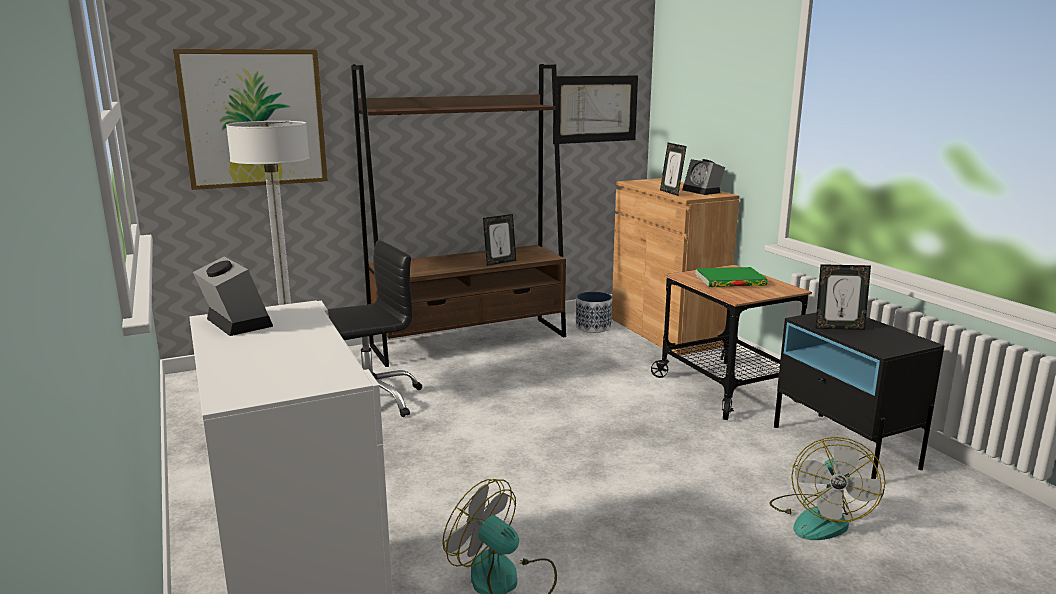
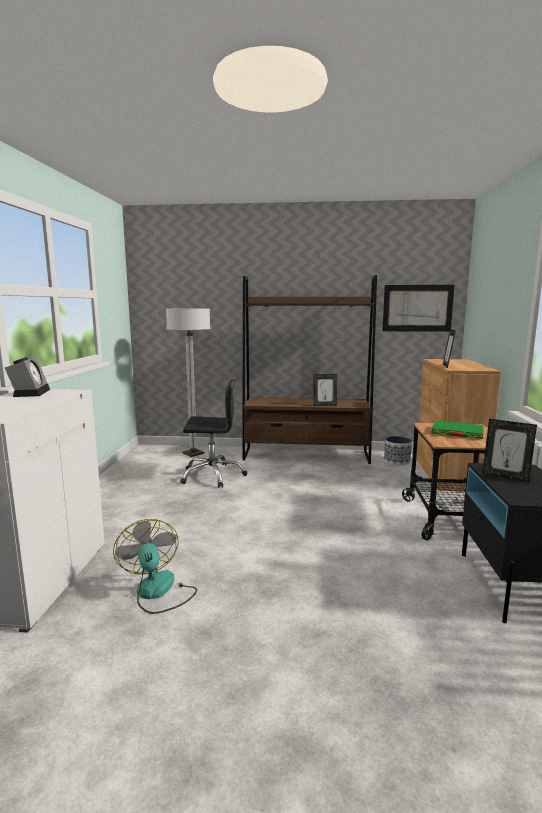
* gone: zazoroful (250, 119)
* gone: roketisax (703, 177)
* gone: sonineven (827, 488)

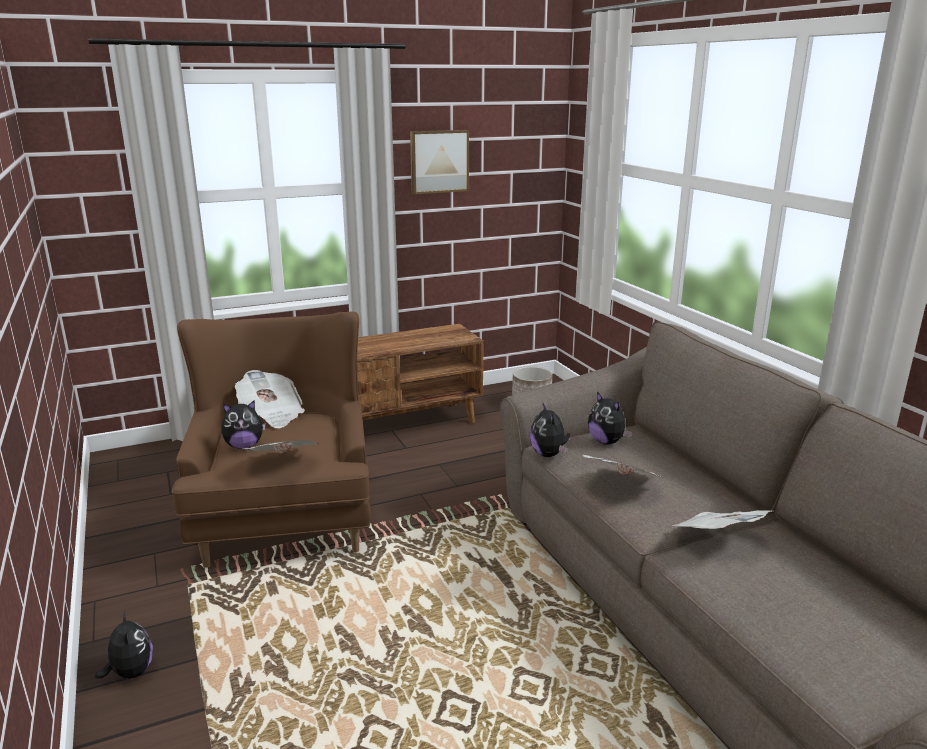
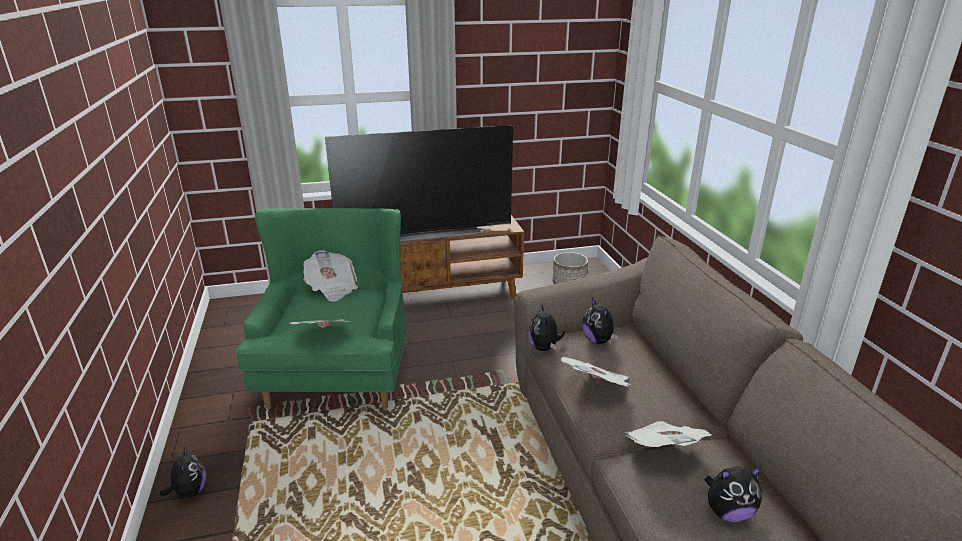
* gone: zazoroful (439, 162)
* repainted: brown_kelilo (271, 439) to green_kelilo (321, 308)
* shifted: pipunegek (243, 425) to (733, 494)
* new: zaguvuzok (419, 183)

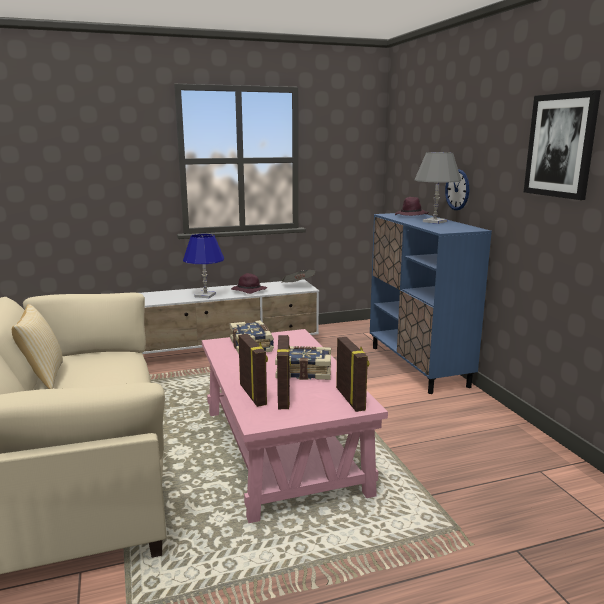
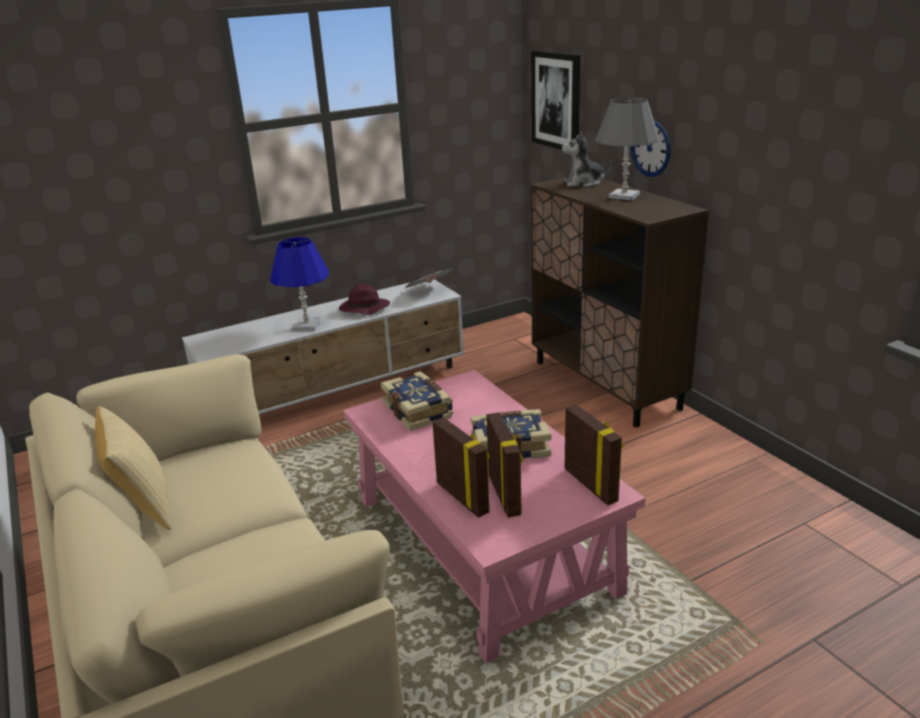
* shifted: zazoroful (562, 145) to (555, 100)
* swapped: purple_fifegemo (412, 206) to pipunegek (587, 159)
* repainted: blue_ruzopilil (431, 303) to brown_ruzopilil (620, 302)

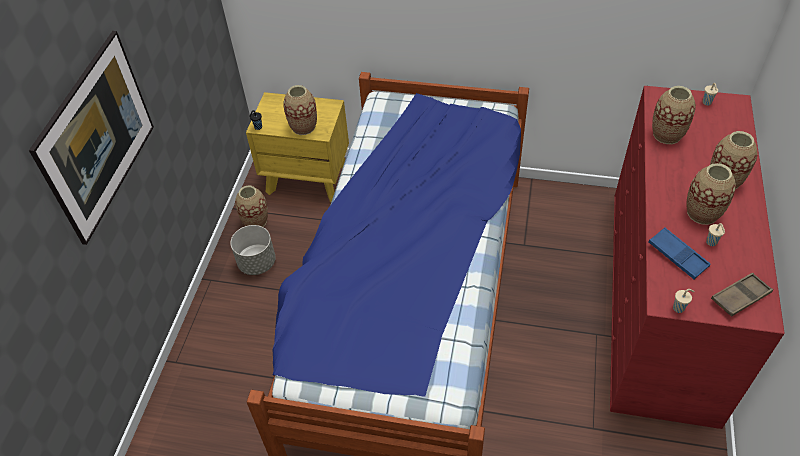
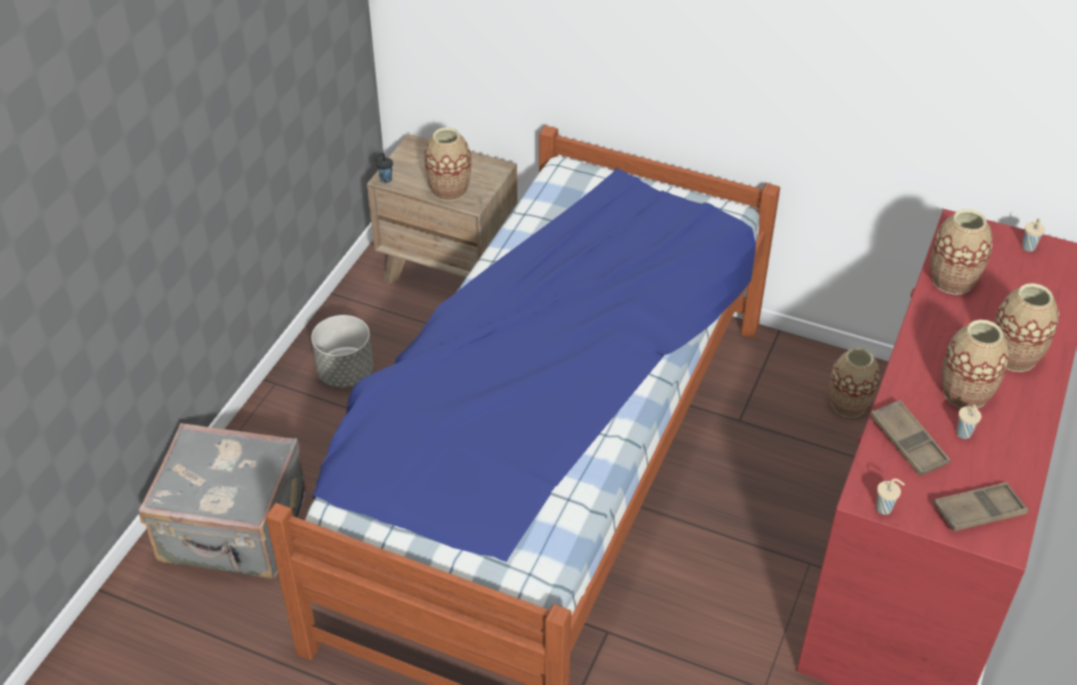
* gone: zazoroful (91, 138)
* repainted: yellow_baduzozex (297, 147) to brown_baduzozex (442, 209)
* shifted: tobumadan (251, 206) to (854, 382)
* repainted: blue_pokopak (680, 253) to brown_pokopak (910, 438)
* new: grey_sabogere (222, 501)

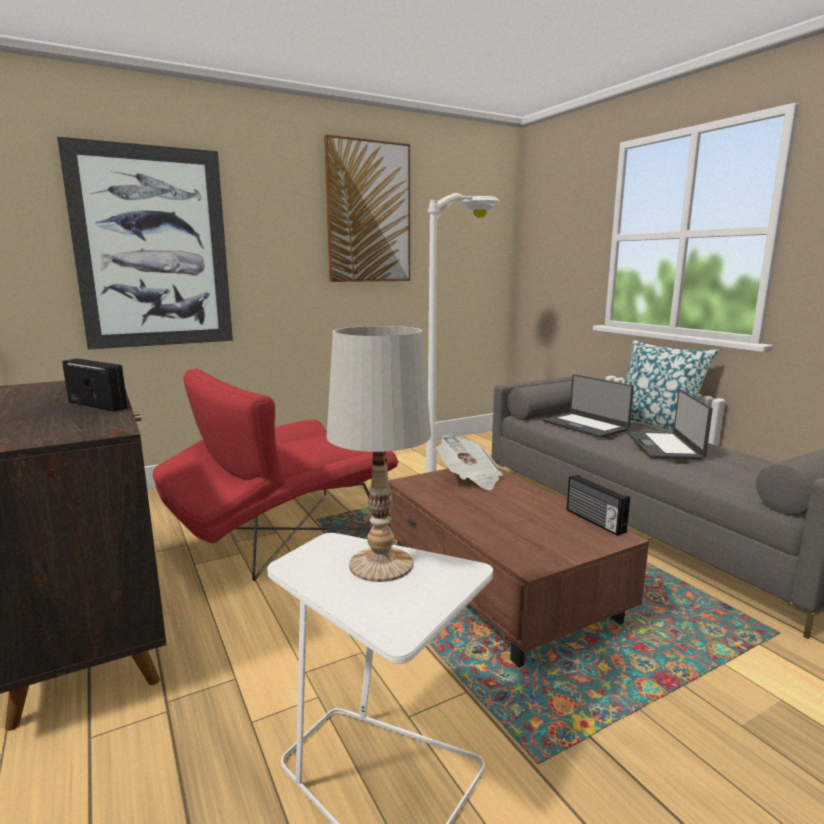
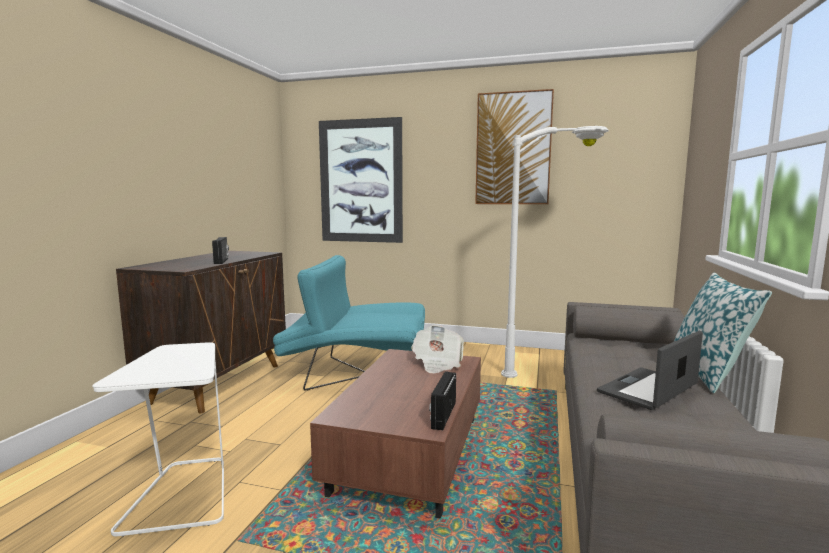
* gone: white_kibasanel (379, 454)
* repainted: red_kelilo (275, 475) to turquoise_kelilo (349, 323)
* gone: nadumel (588, 406)

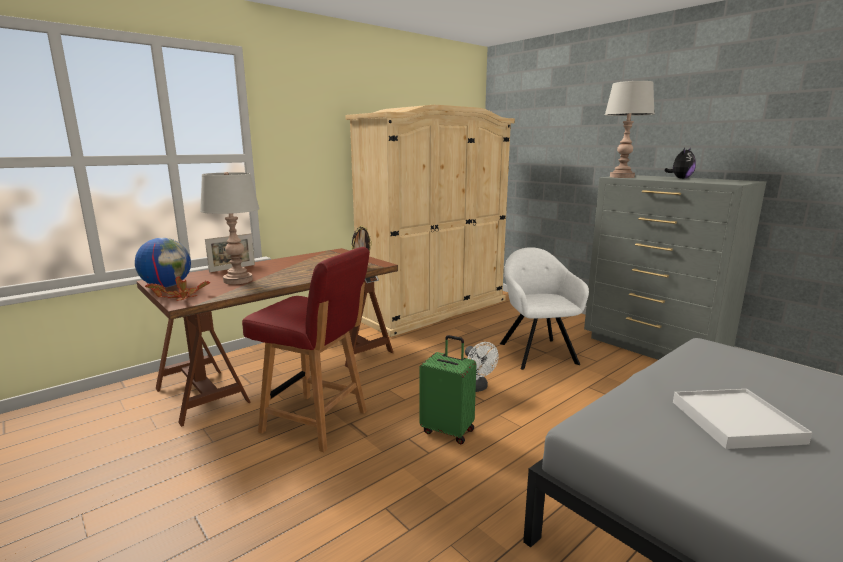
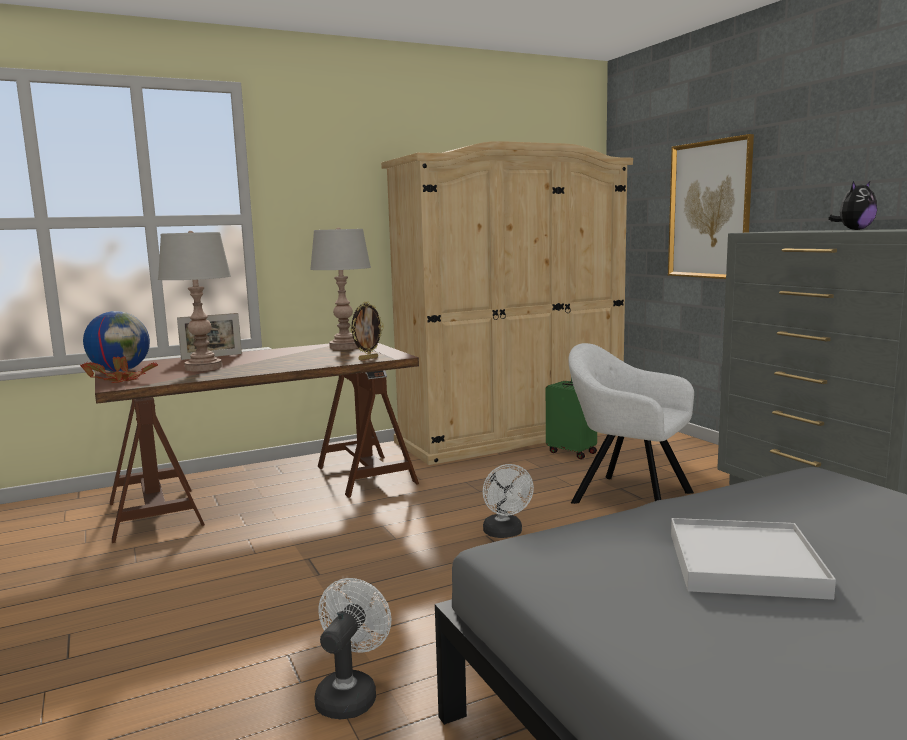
* shifted: grey_kibasanel (630, 129) to (340, 289)
* gone: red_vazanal (306, 349)
* rotated: white_kelilo (544, 308) = (631, 423) 60 degrees counterclockwise
* shifted: green_sabogere (447, 389) to (571, 418)
* new: zazoroful (711, 206)
* new: white_sonineven (352, 648)

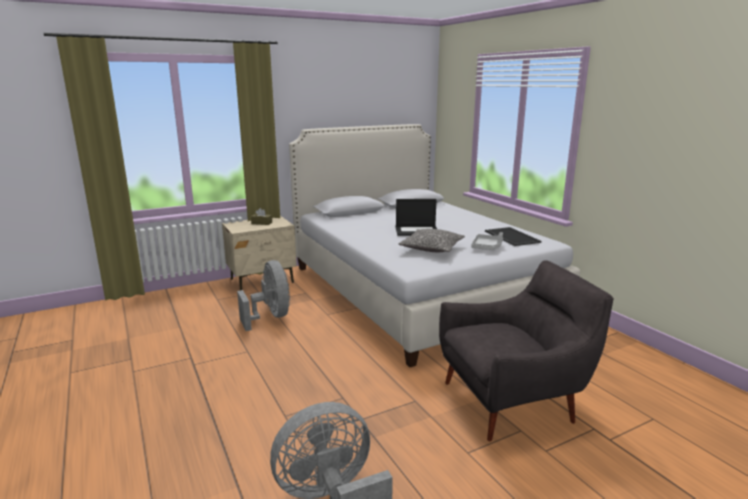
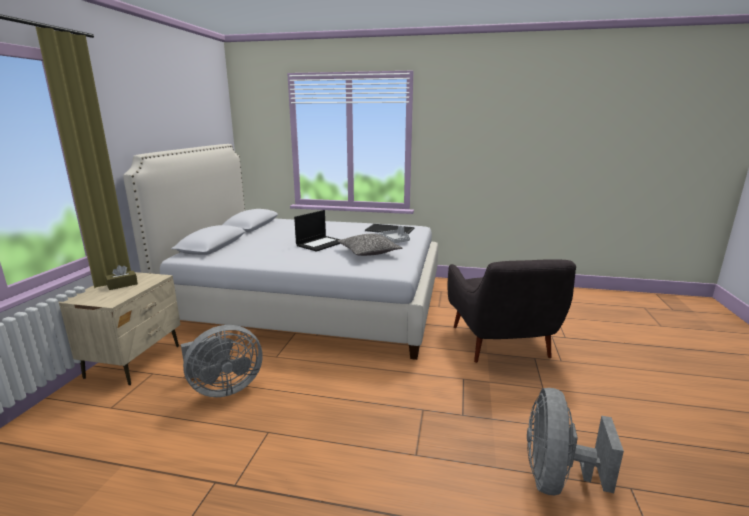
* rotated: grey_sonineven (263, 295) = (221, 361) 135 degrees clockwise
* rotated: grey_kelilo (526, 350) = (512, 311) 150 degrees clockwise

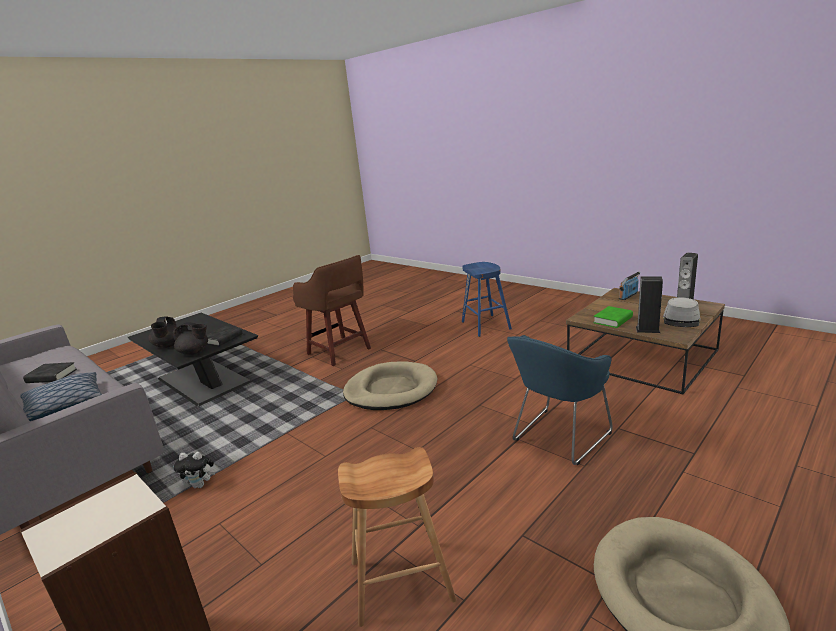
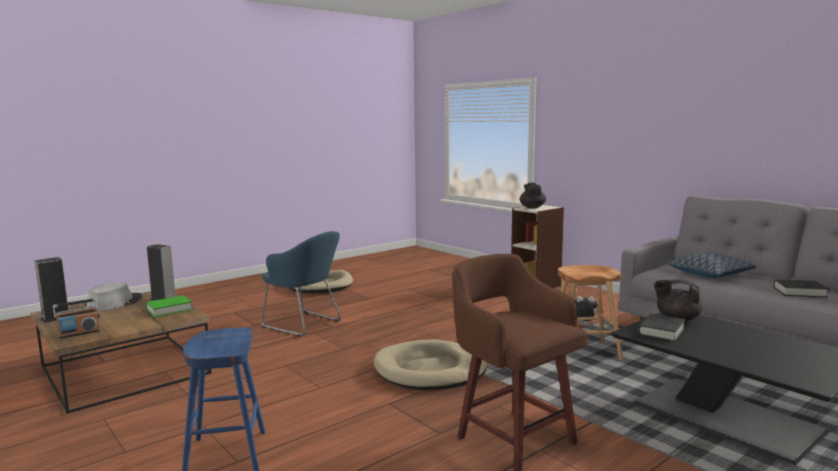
* shifted: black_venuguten (162, 332) to (533, 195)
* rotated: blue_kelilo (560, 400) = (301, 284) 75 degrees clockwise
* shifted: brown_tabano (397, 537) to (590, 312)

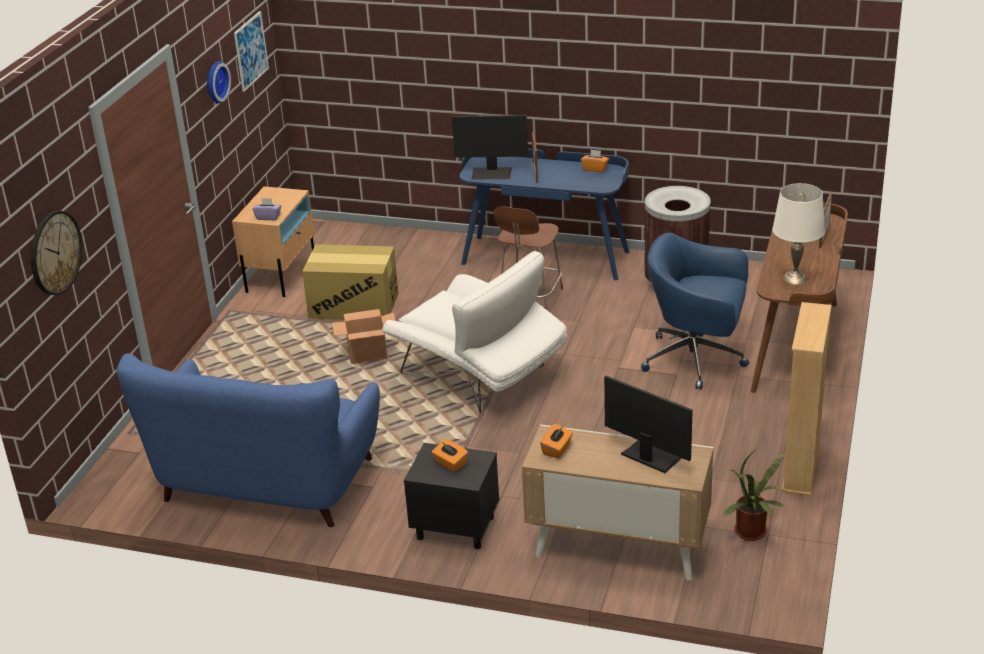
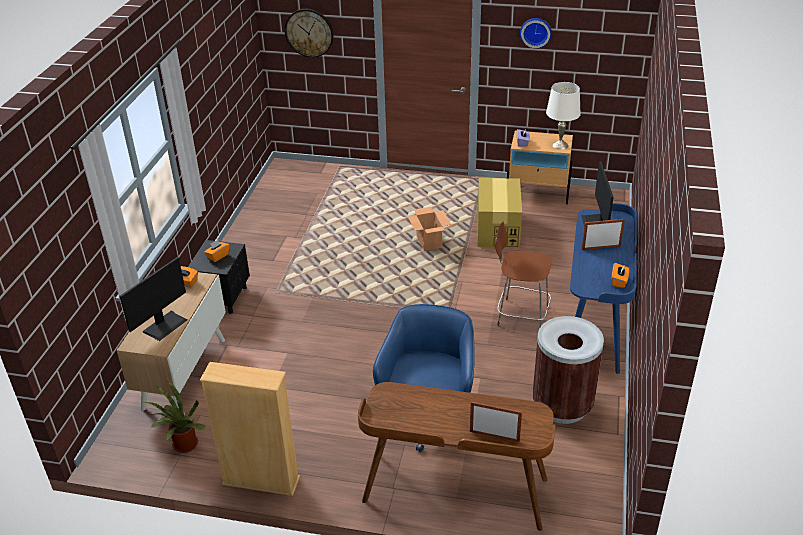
* gone: zazoroful (251, 51)
* shifted: white_kibasanel (798, 234) to (563, 116)
* gone: white_kelilo (474, 332)
* gone: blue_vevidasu (248, 440)

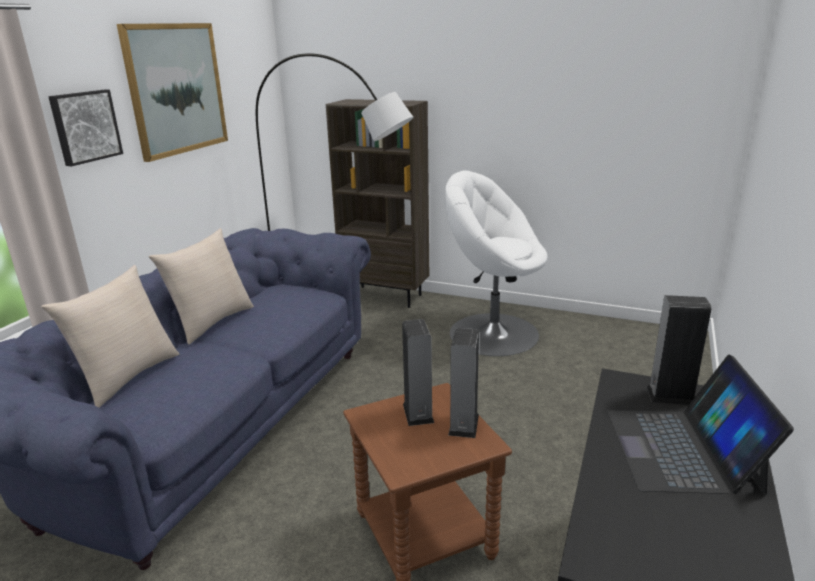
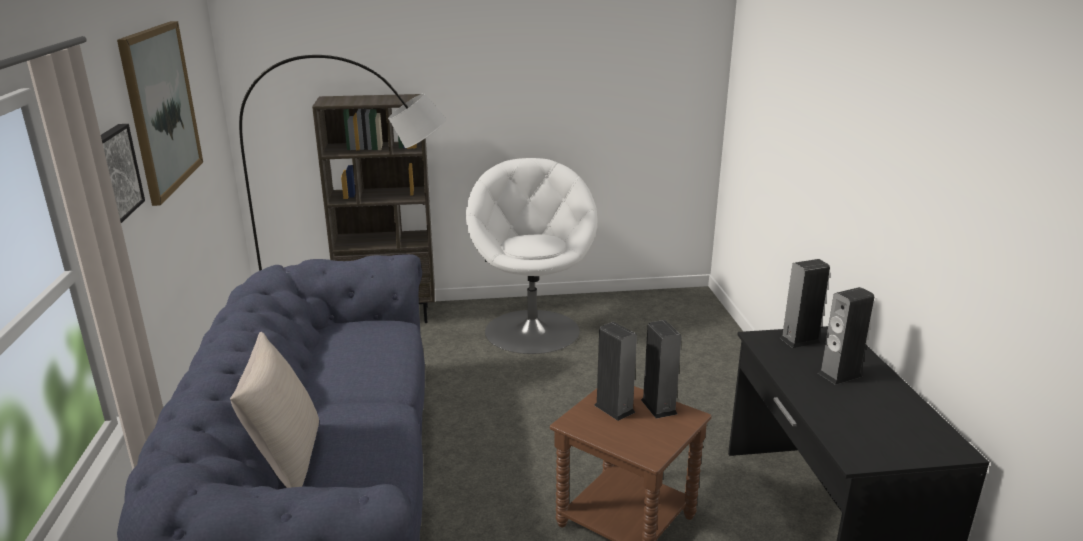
* rotated: white_kelilo (496, 263) = (532, 256) 90 degrees clockwise
* gone: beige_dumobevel (201, 286)
* swapped: nadumel (700, 425) to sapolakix (846, 336)

